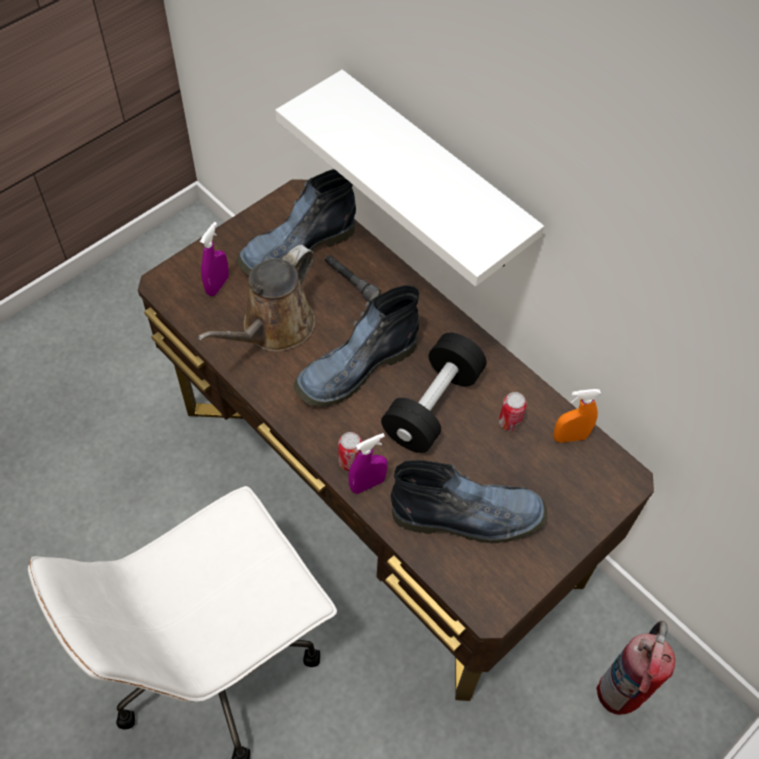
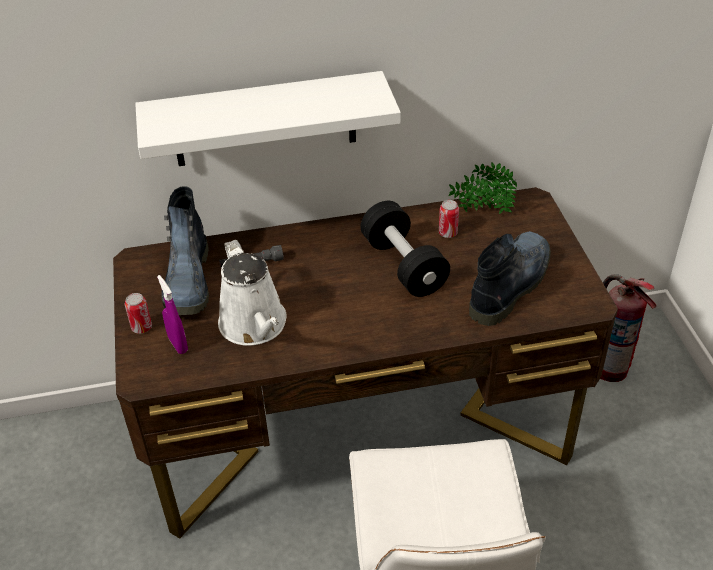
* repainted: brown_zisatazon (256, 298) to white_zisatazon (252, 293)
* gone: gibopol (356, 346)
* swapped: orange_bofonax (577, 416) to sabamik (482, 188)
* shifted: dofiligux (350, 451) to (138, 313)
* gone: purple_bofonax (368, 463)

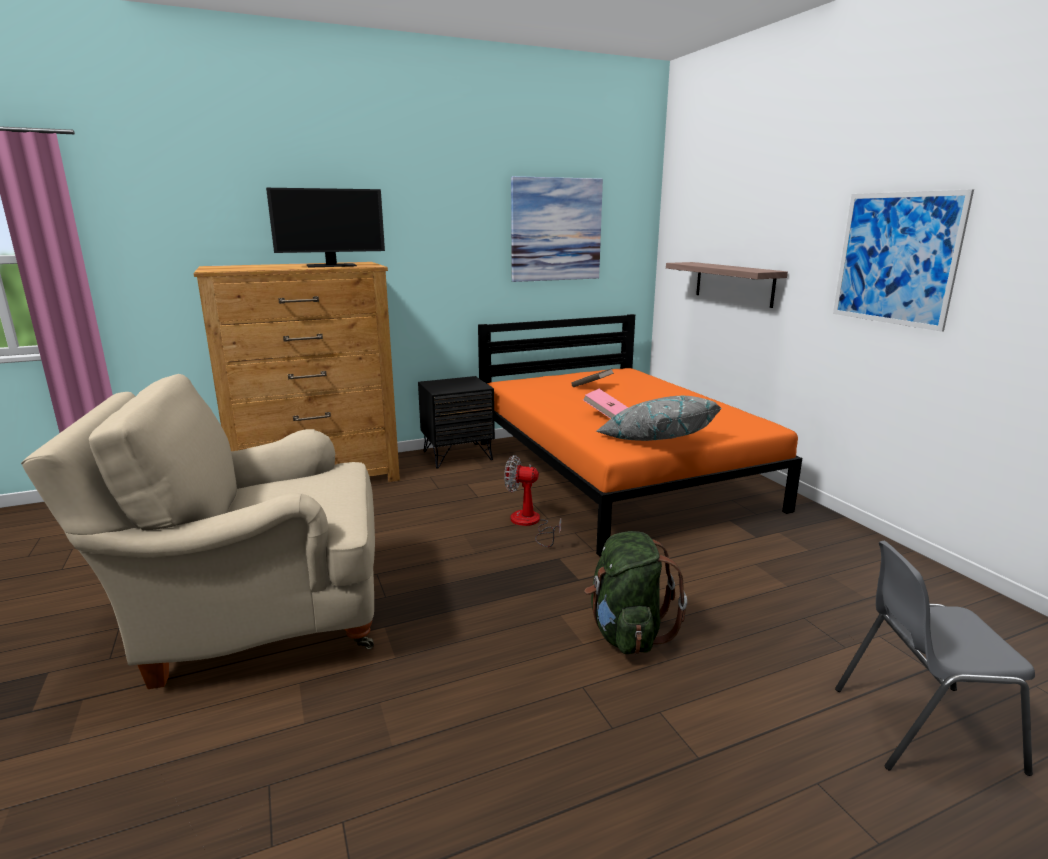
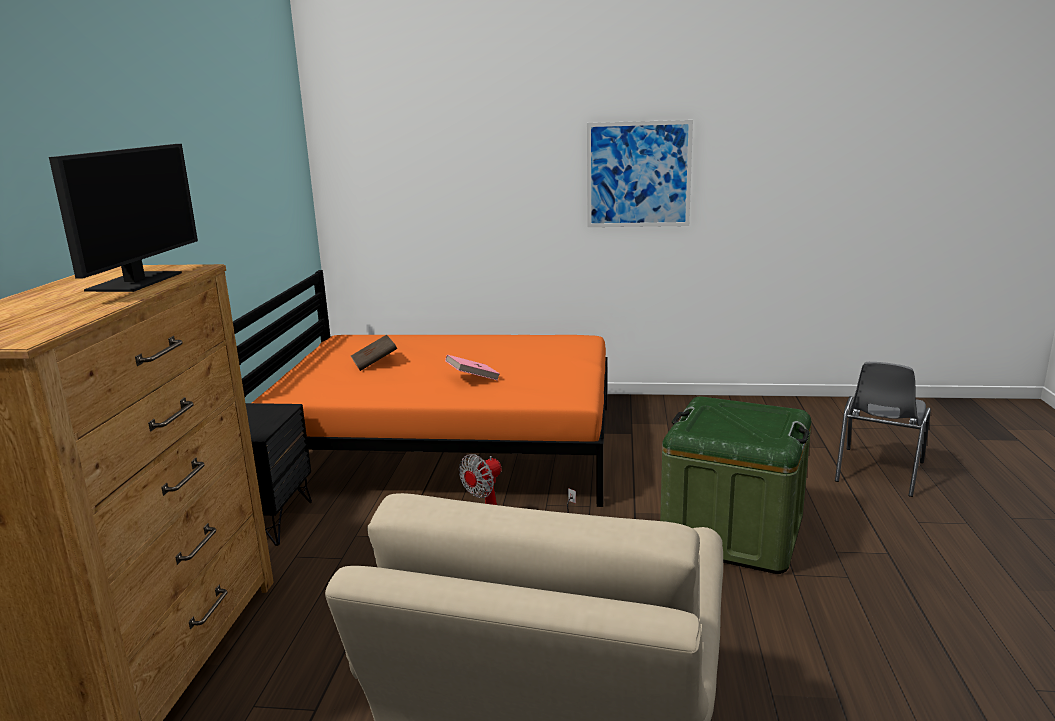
* gone: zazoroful (557, 229)
* gone: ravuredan (727, 285)
* gone: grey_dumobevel (658, 418)
* swapped: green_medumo (635, 592) to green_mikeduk (735, 485)

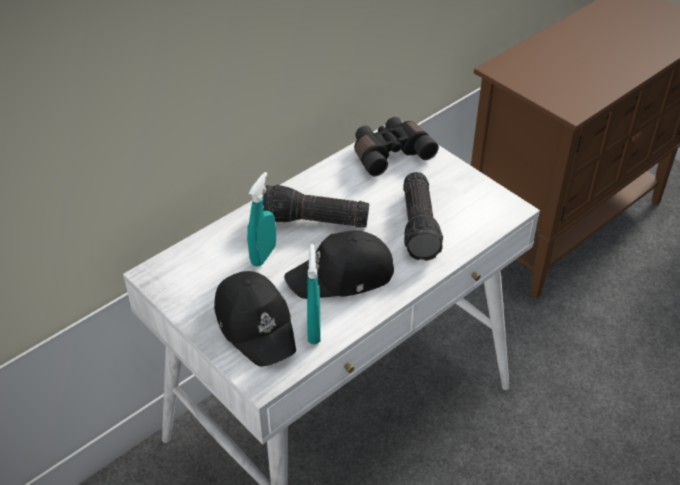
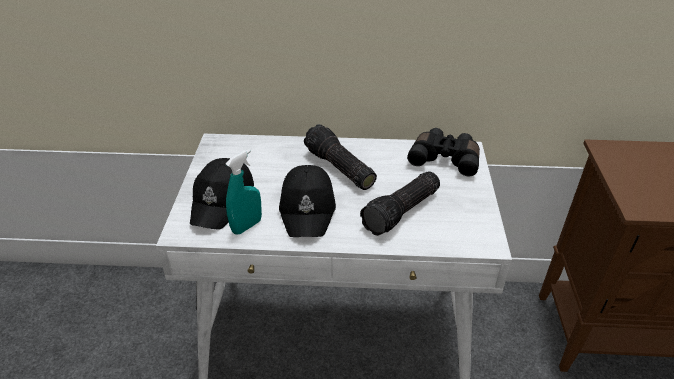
* gone: turquoise_bofonax (261, 219)
* rotated: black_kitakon (339, 264) = (307, 201) 120 degrees counterclockwise

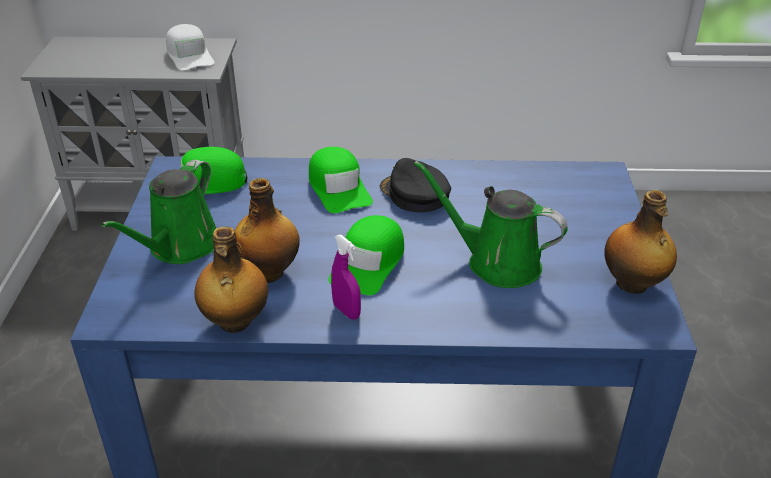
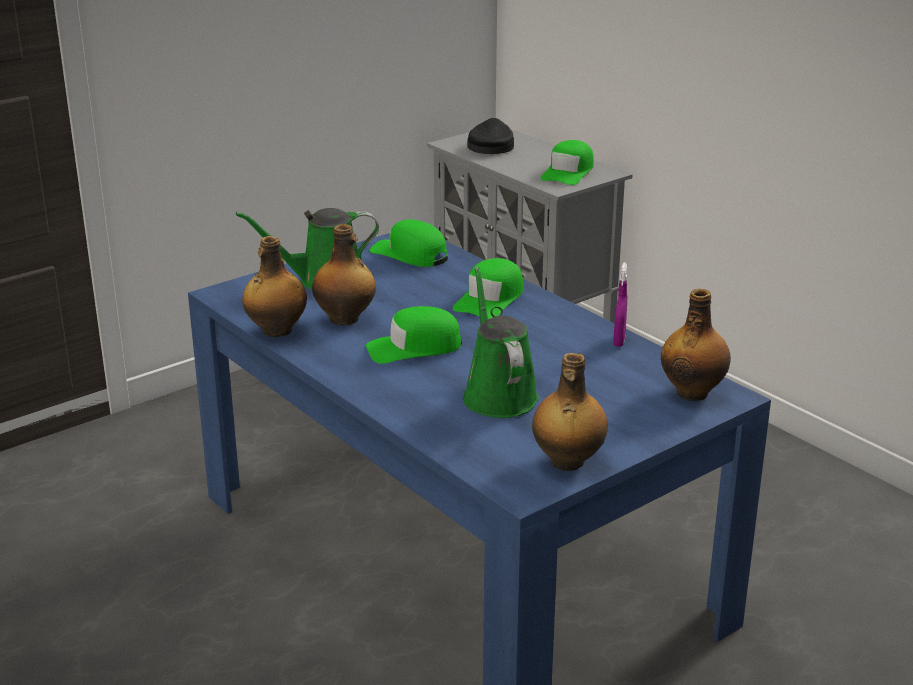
* repainted: white_kitakon (190, 47) to green_kitakon (567, 162)
* shifted: black_kitakon (415, 185) to (490, 136)
* shifted: purple_bofonax (346, 276) to (620, 304)
* new: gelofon (696, 345)

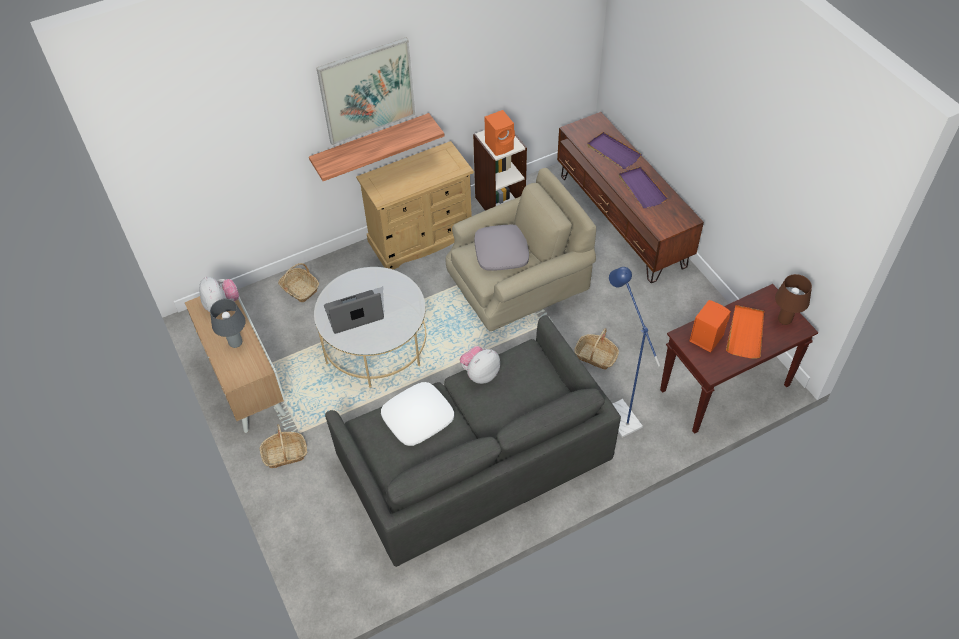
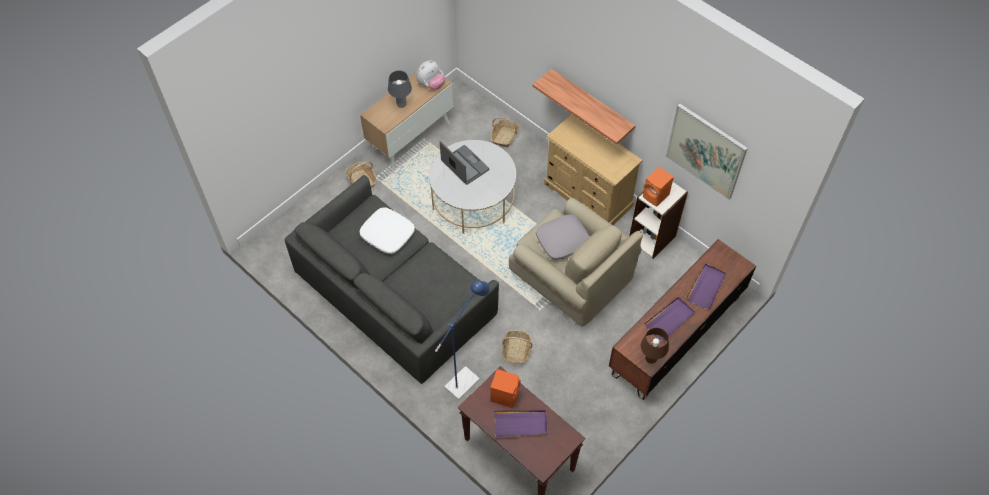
* shifted: zazoroful (365, 91) to (707, 151)
* shifted: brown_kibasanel (793, 299) to (655, 346)
* repainted: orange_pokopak (745, 332) to purple_pokopak (521, 424)
* gone: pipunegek (480, 365)

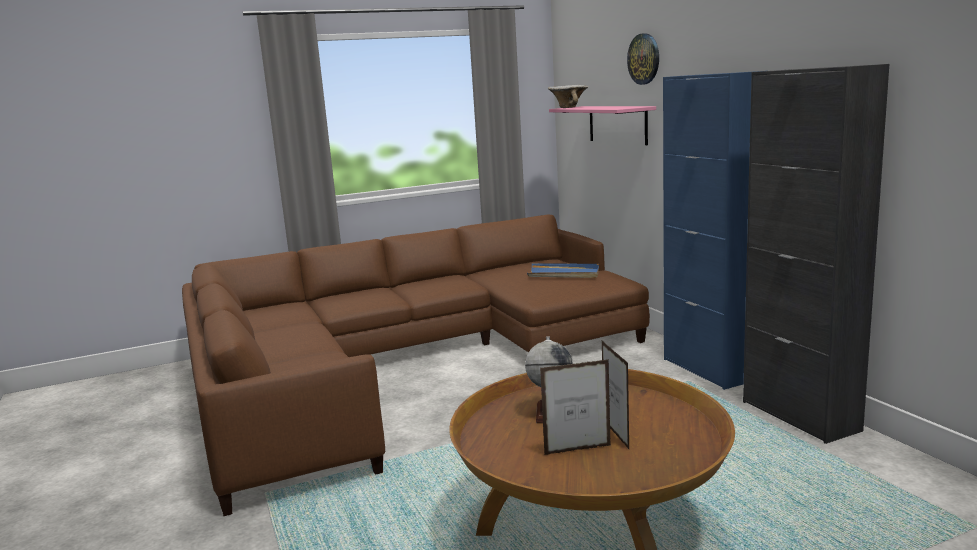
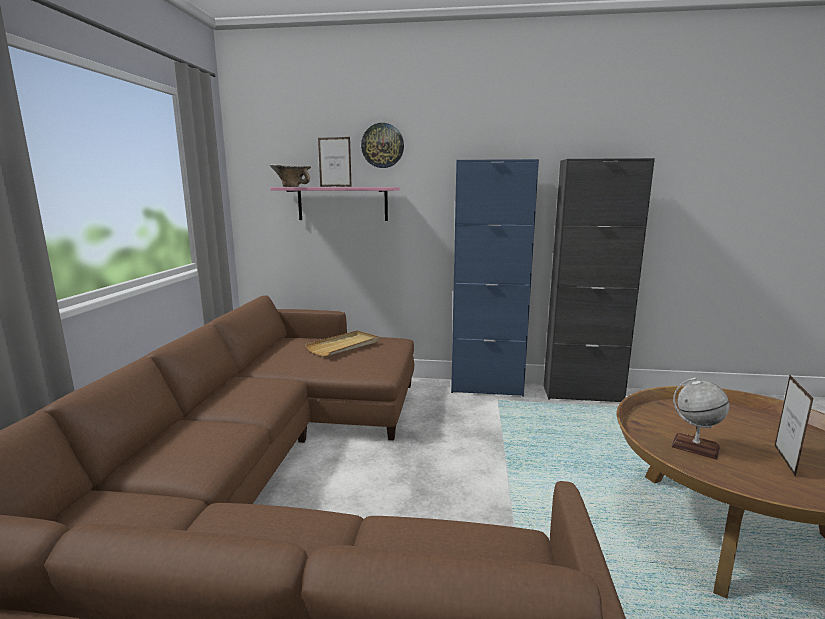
* repainted: blue_pokopak (563, 270) to beige_pokopak (342, 343)
* shifted: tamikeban (615, 395) to (335, 162)

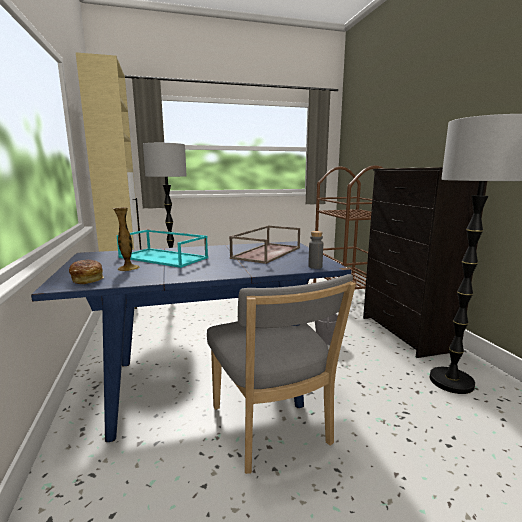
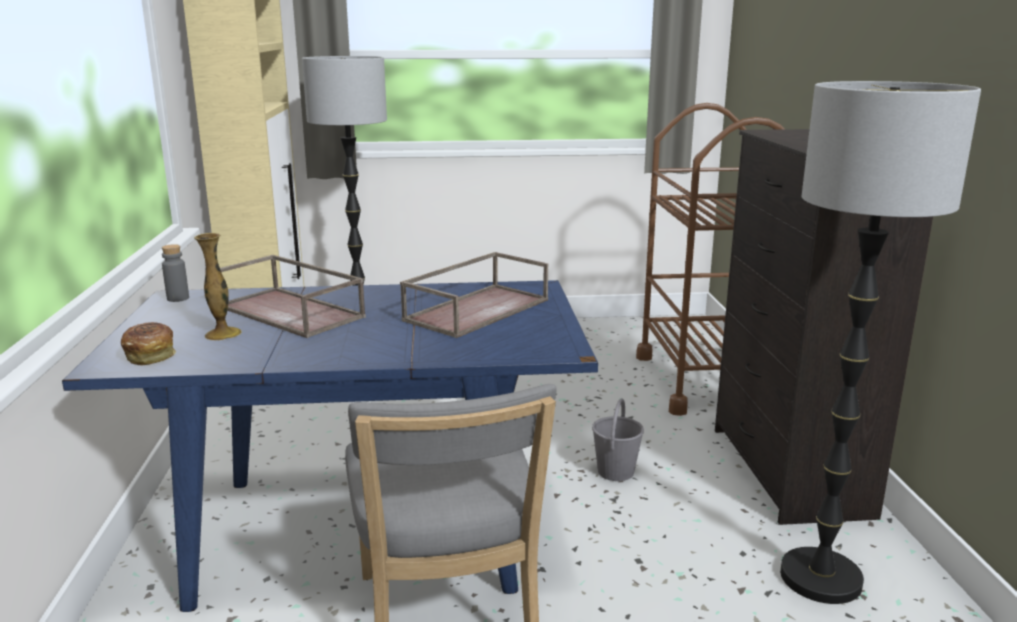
* repainted: turquoise_pokopak (162, 249) to brown_pokopak (293, 296)
* shifted: grey_gelofon (315, 250) to (175, 273)

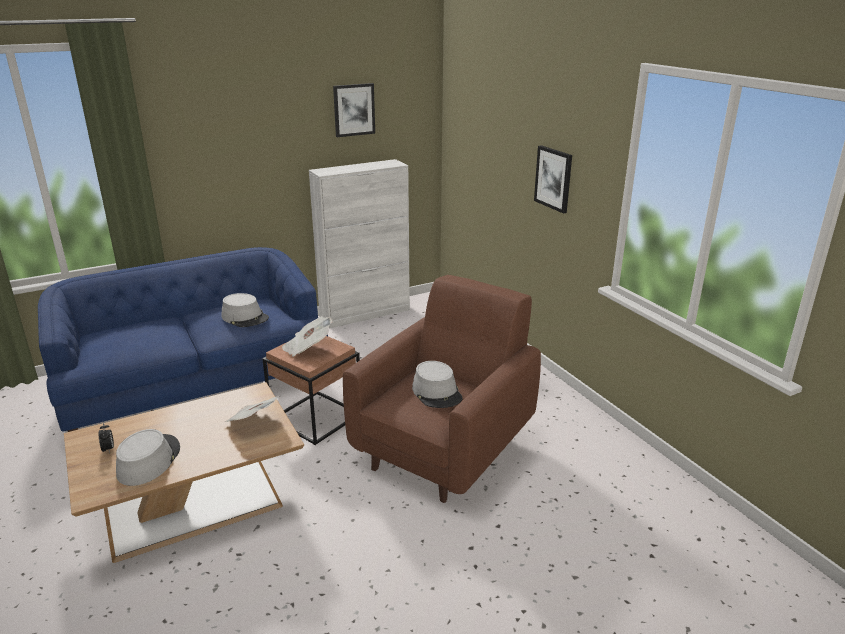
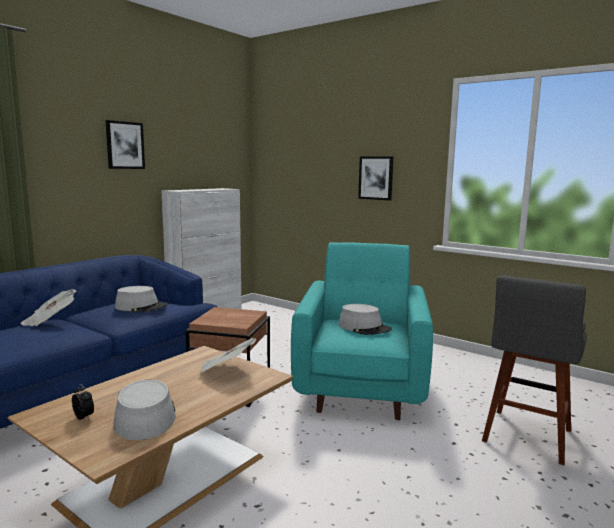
* shifted: zazoroful (354, 110) to (125, 144)
* repainted: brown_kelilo (442, 389) to turquoise_kelilo (362, 331)
* shifted: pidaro (307, 336) to (49, 307)
* new: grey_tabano (534, 370)

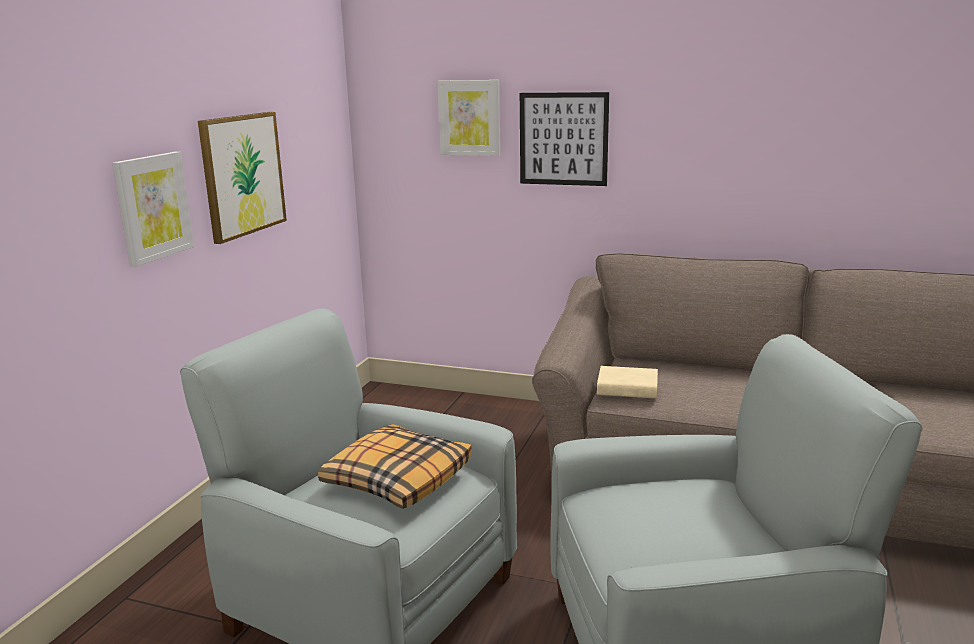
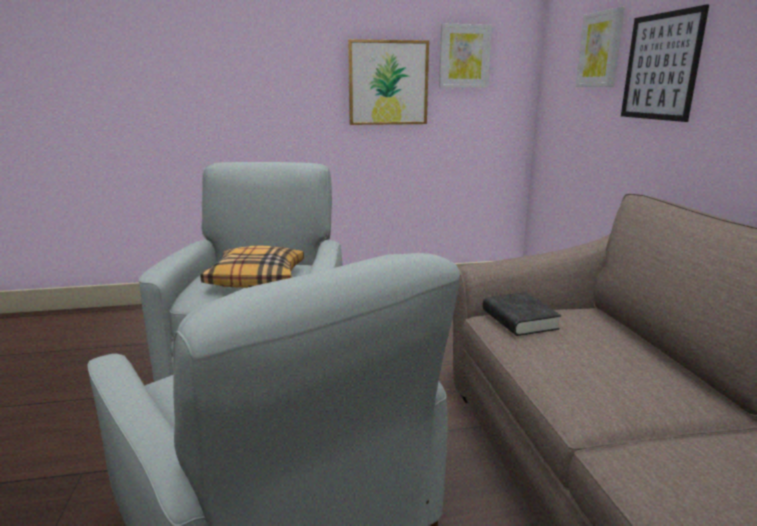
* shifted: zazoroful (153, 209) to (465, 56)
* repainted: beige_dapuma (627, 382) to black_dapuma (522, 314)

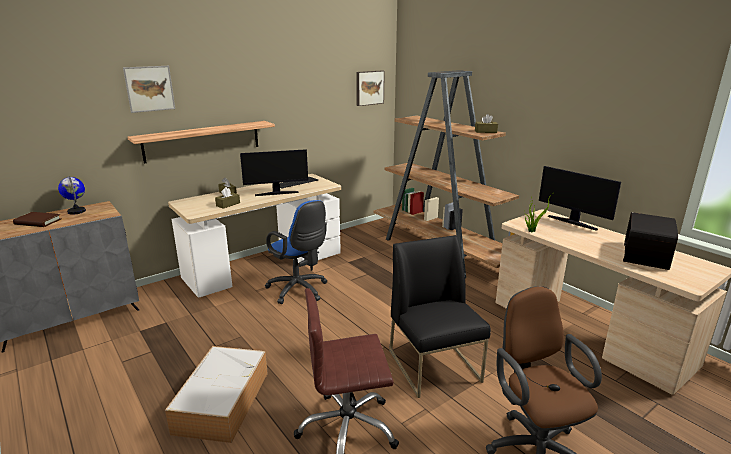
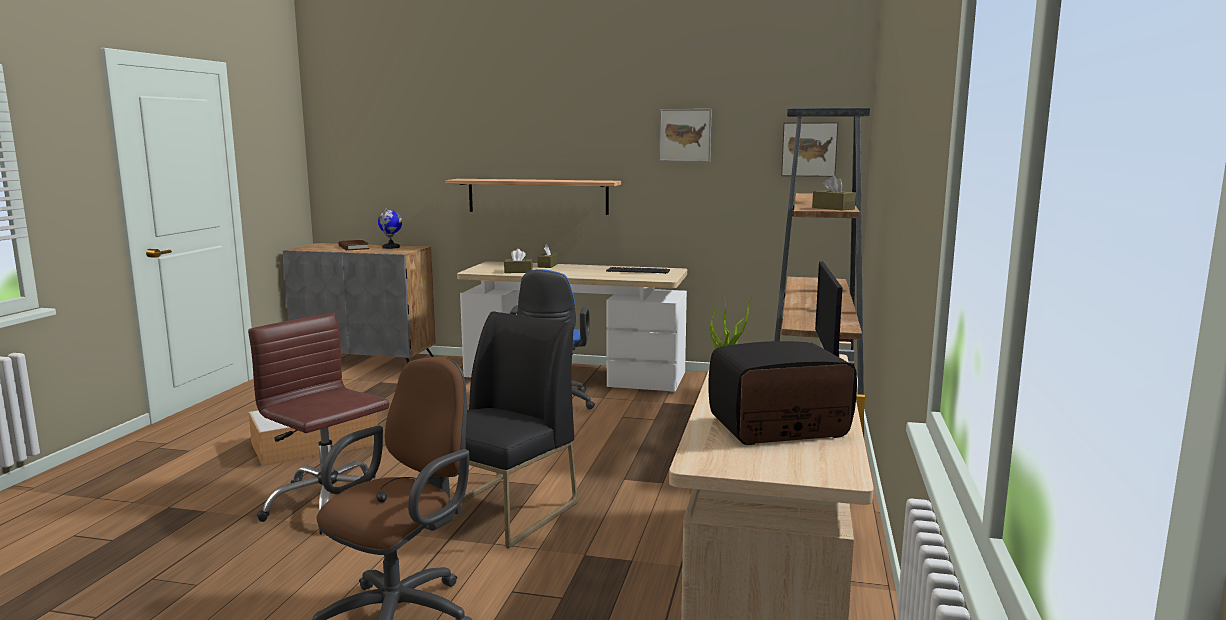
* shifted: zazoroful (149, 89) to (685, 135)
* gone: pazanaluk (274, 172)

